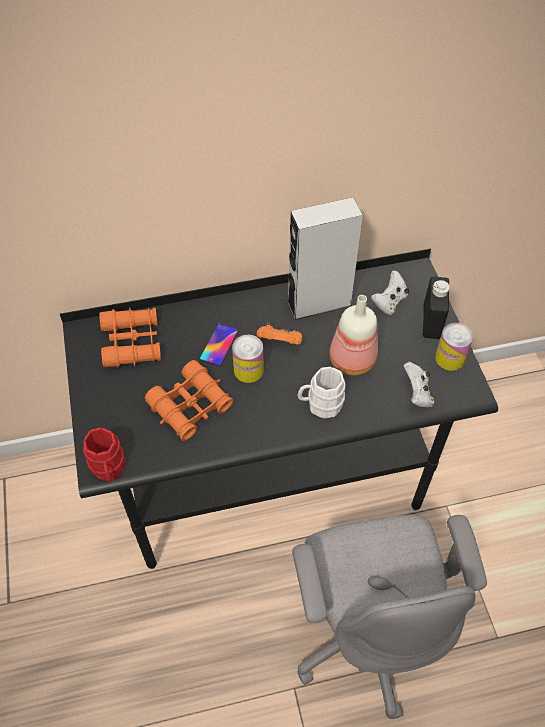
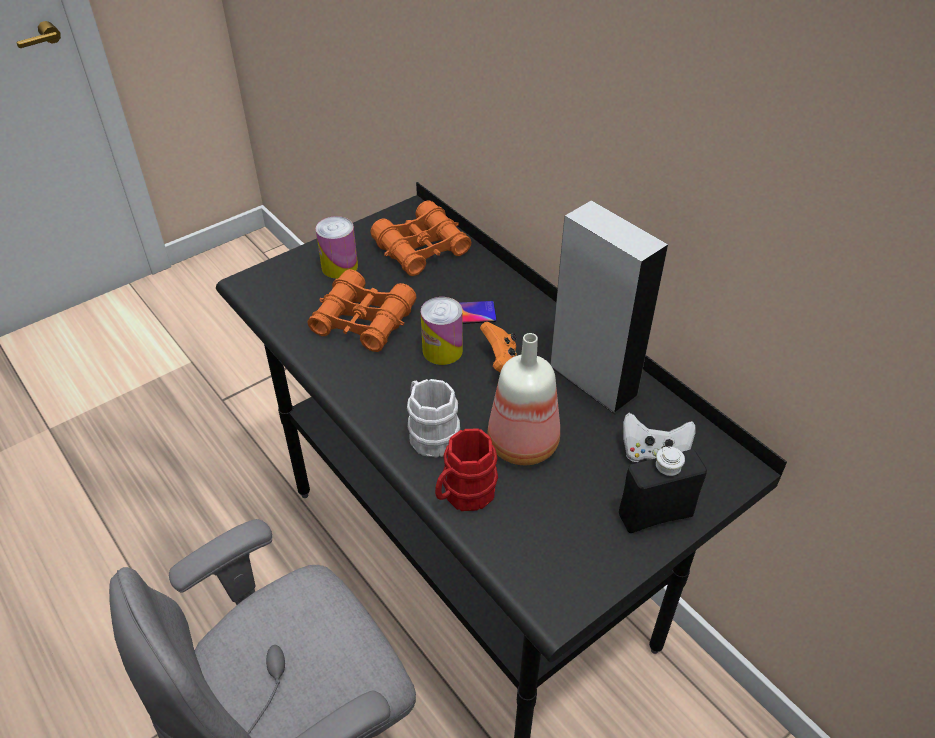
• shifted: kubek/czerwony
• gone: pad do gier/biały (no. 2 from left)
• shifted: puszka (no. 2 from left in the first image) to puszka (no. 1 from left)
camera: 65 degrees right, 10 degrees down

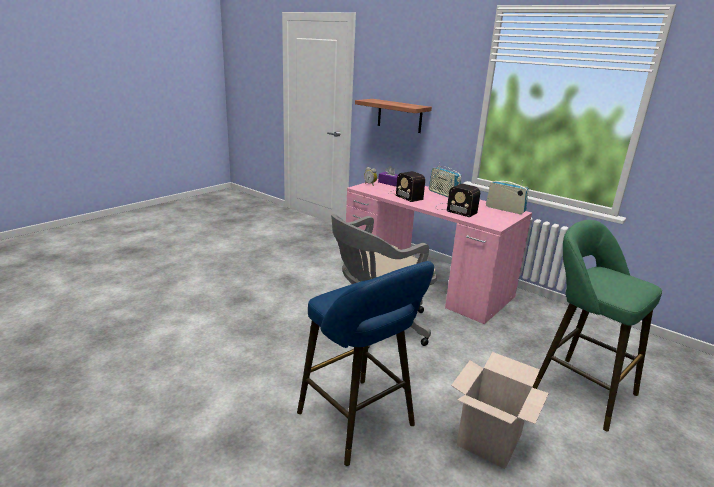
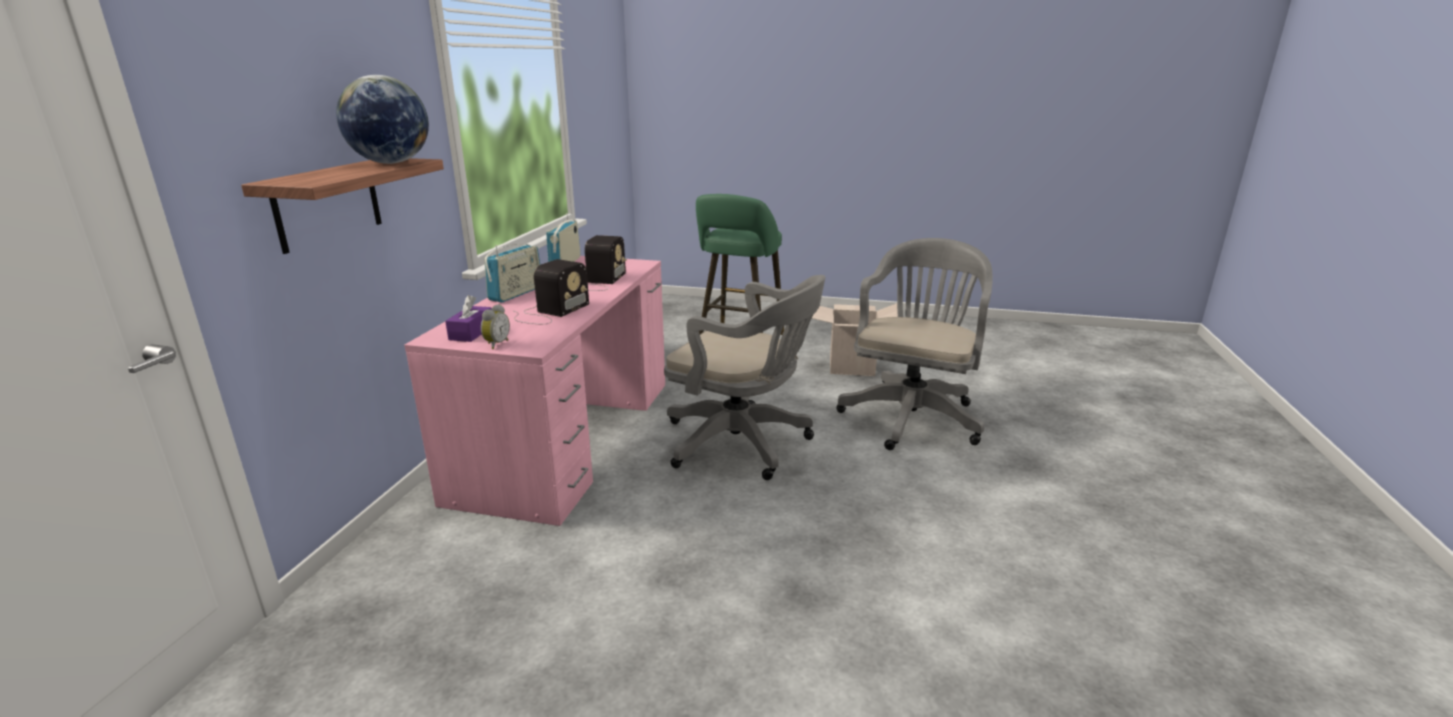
• swapped: stołek/niebieski to krzesło biurowe/szary (no. 2 from left)
• new: globus
camera: 115 degrees left, 0 degrees up

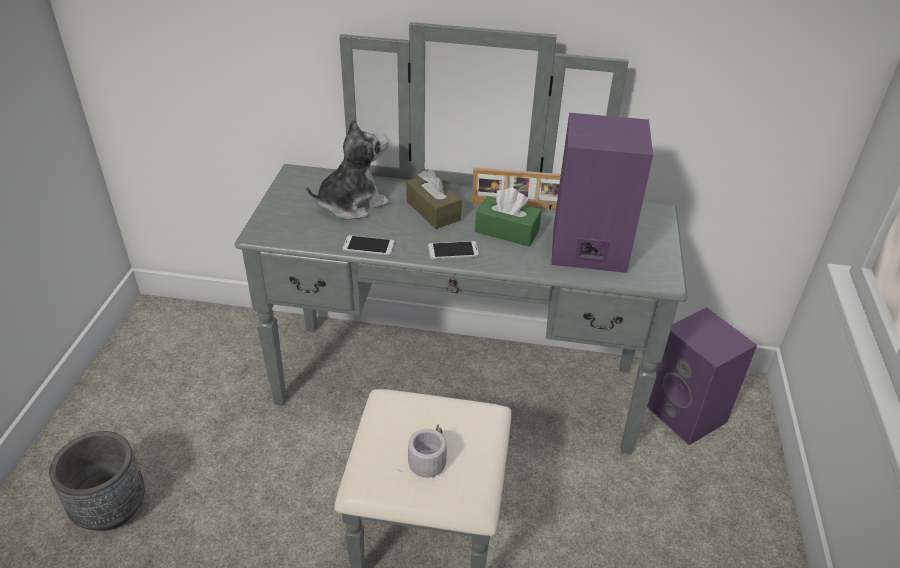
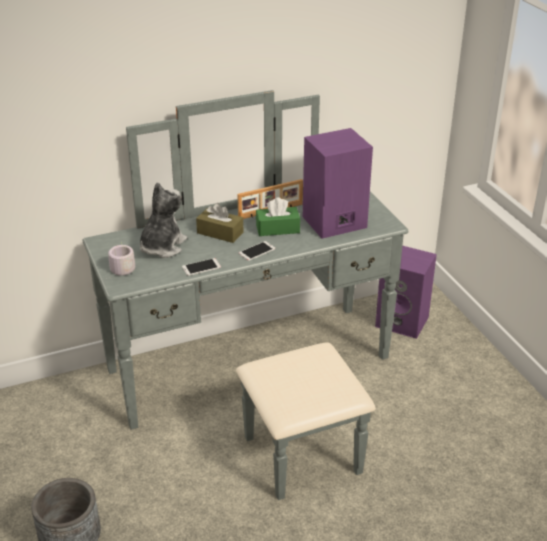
• shifted: kubek/szary
camera: 30 degrees left, 5 degrees down

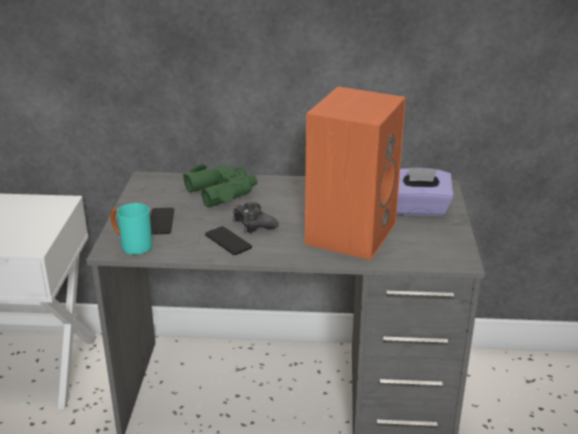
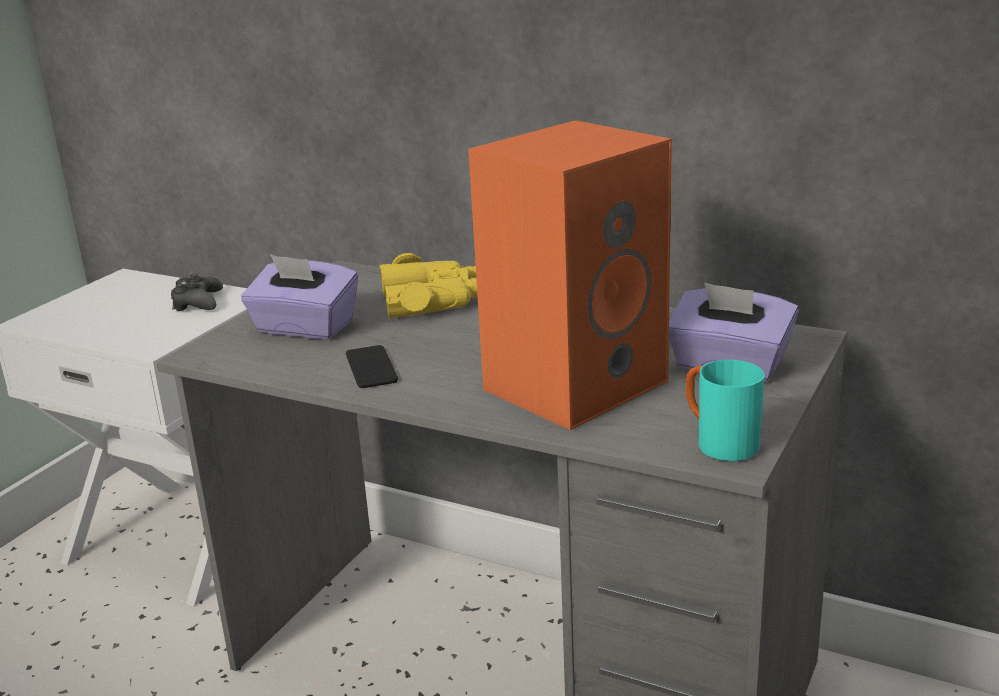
• shifted: kubek/turkusowy
• swapped: telefon (no. 1 from left) to pudełko chusteczek/fioletowy (no. 1 from left)
• repainted: lornetka/zielony to lornetka/żółty
• shifted: pad do gier/czarny
camera: 25 degrees right, 5 degrees down

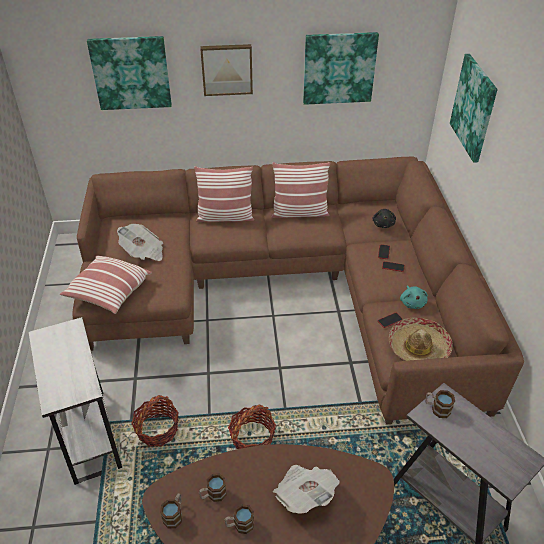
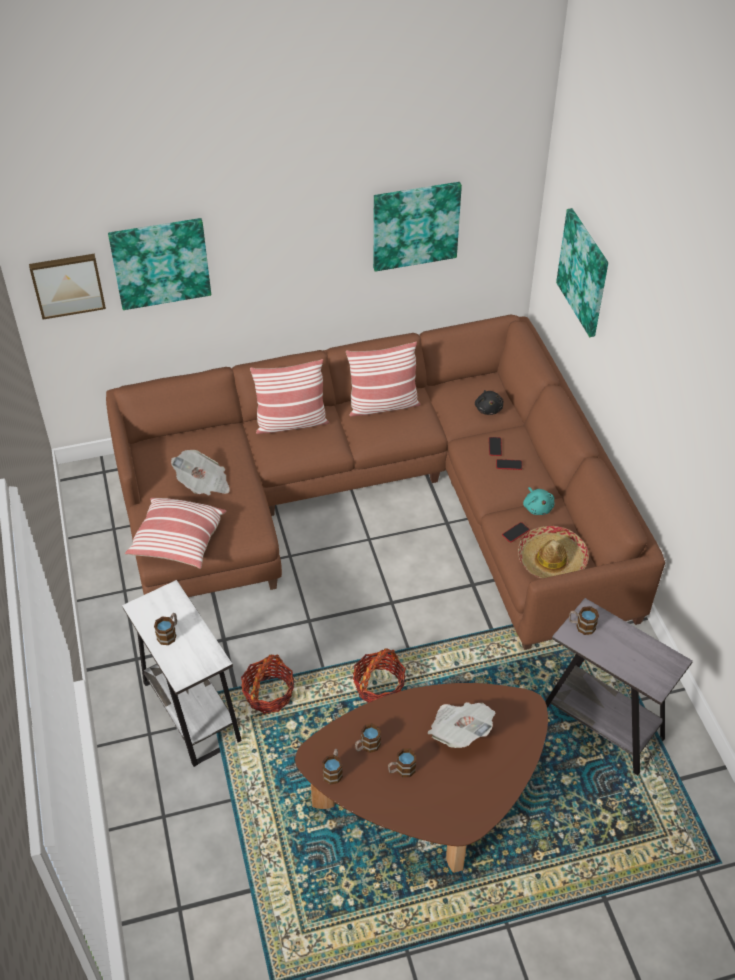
• shifted: obraz (no. 2 from left in the first image) to obraz (no. 1 from left)
• new: kubek (no. 1 from left)
camera: 10 degrees left, 5 degrees up

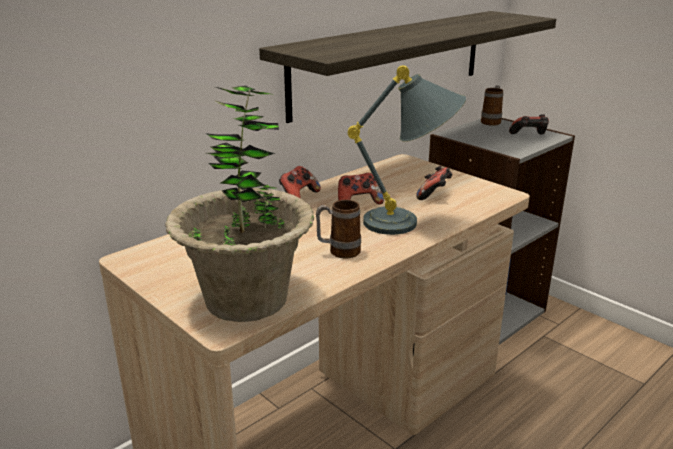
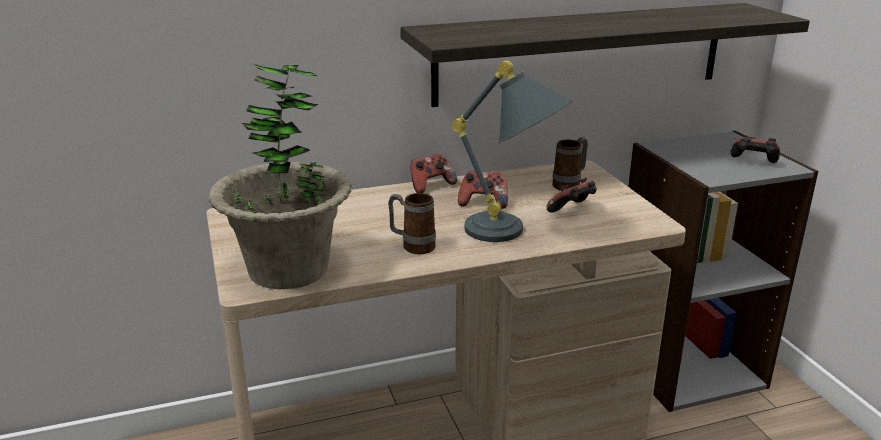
• shifted: kubek (no. 2 from left)
camera: 25 degrees right, 0 degrees up

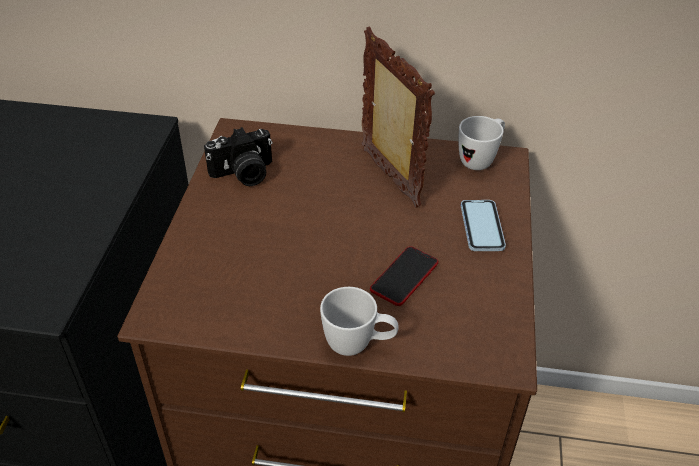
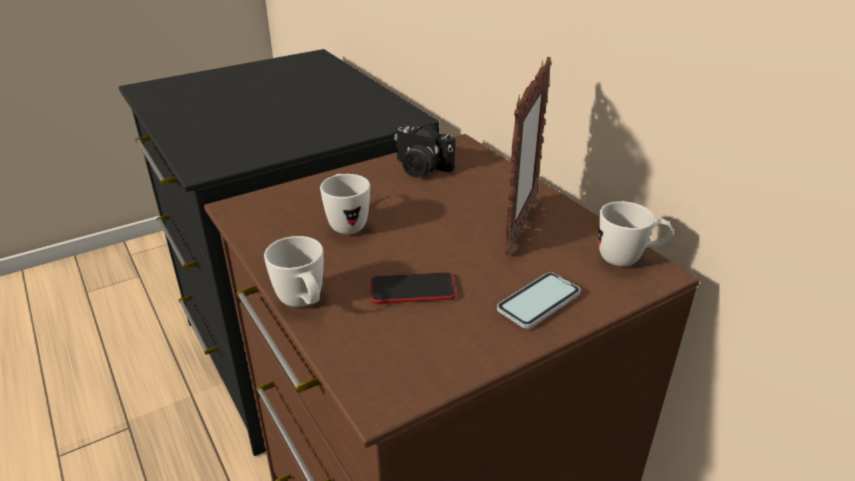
• new: kubek/biały (no. 2 from left)
camera: 50 degrees right, 10 degrees down

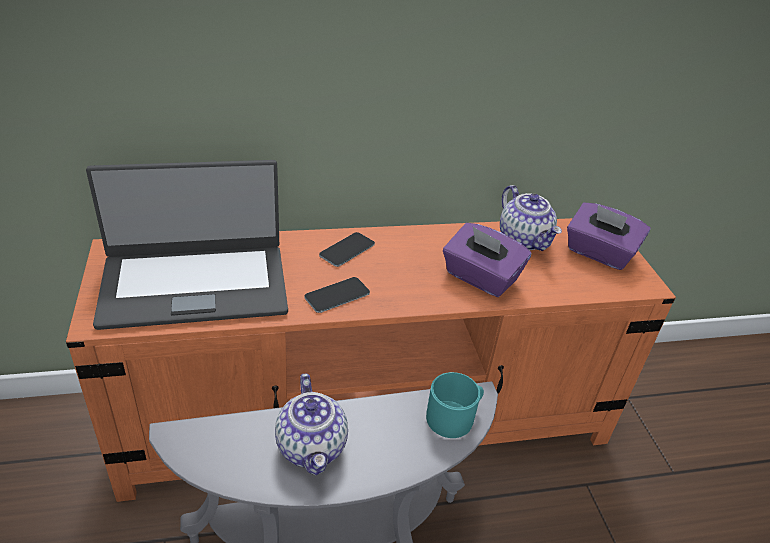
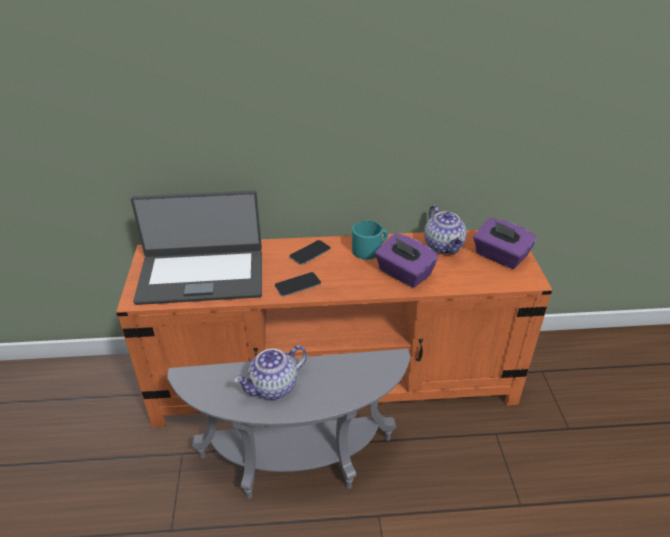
• rotated: imbryk (no. 1 from left) 60 degrees clockwise
• shifted: kubek/turkusowy
camera: 10 degrees right, 0 degrees up

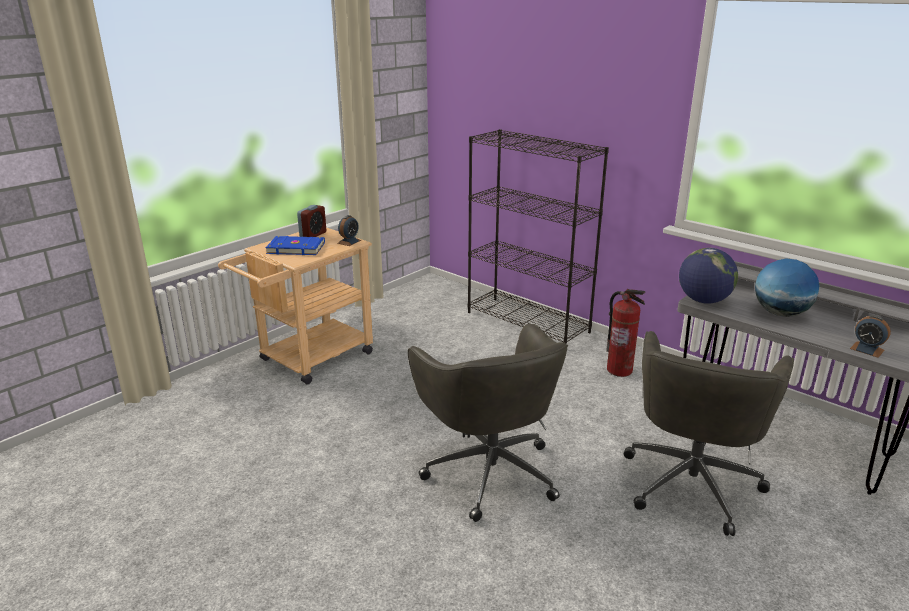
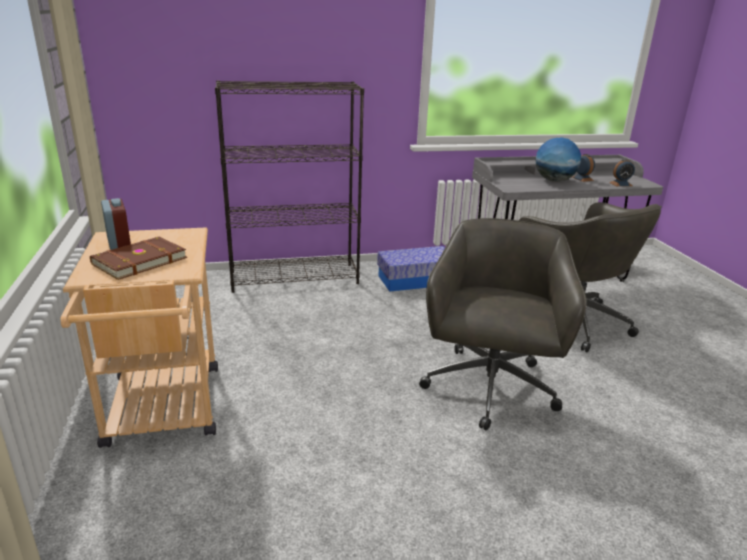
• repainted: książka/niebieski to książka/brązowy
• shifted: budzik (no. 2 from left)
• rotated: krzesło biurowe/szary (no. 1 from left) 90 degrees counterclockwise
• swapped: gaśnica to pojemnik do przechowywania
• gone: globus (no. 1 from left)
camera: 55 degrees left, 0 degrees up

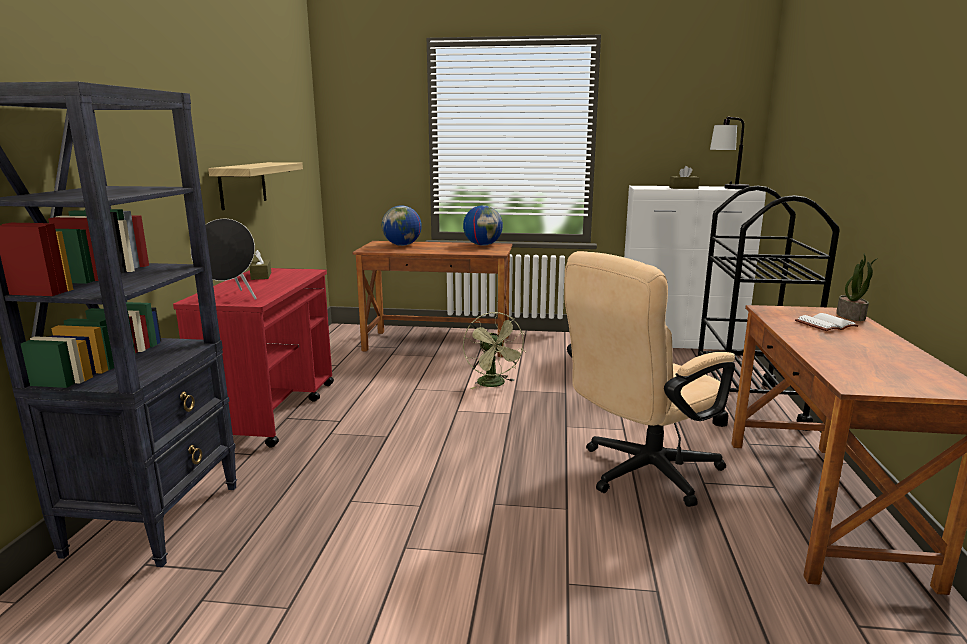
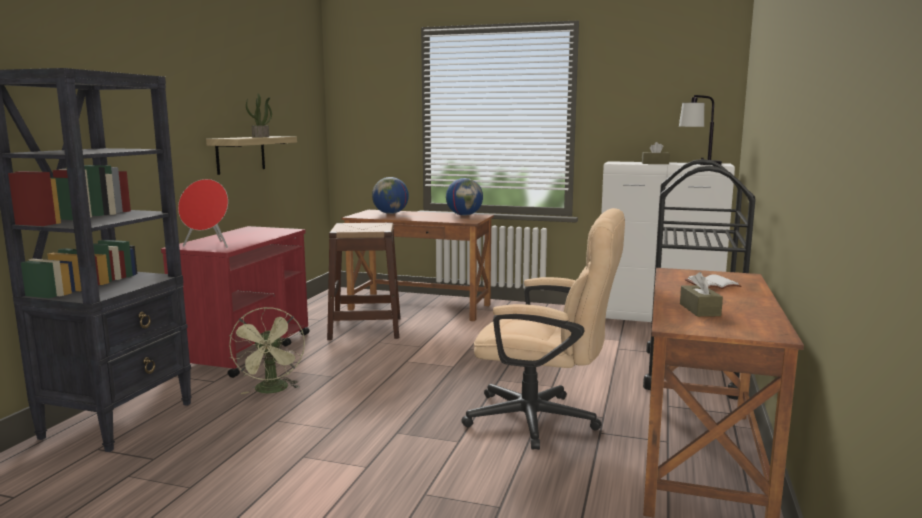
• repainted: głośnik/czarny to głośnik/czerwony
• shifted: pudełko chusteczek/brązowy (no. 1 from left in the first image) to pudełko chusteczek/brązowy (no. 2 from left)
• shifted: wentylator/zielony
• rotated: krzesło biurowe/beżowy 135 degrees counterclockwise
• shifted: roślina doniczkowa
• new: stołek/brązowy
camera: 10 degrees right, 5 degrees down

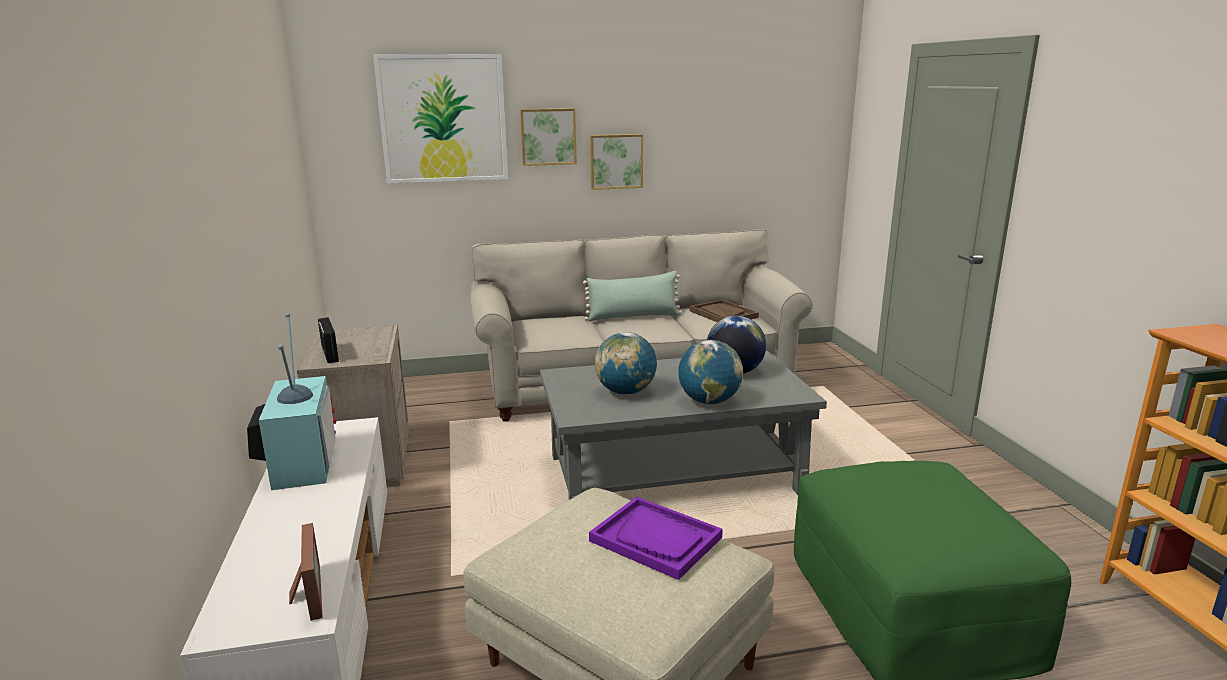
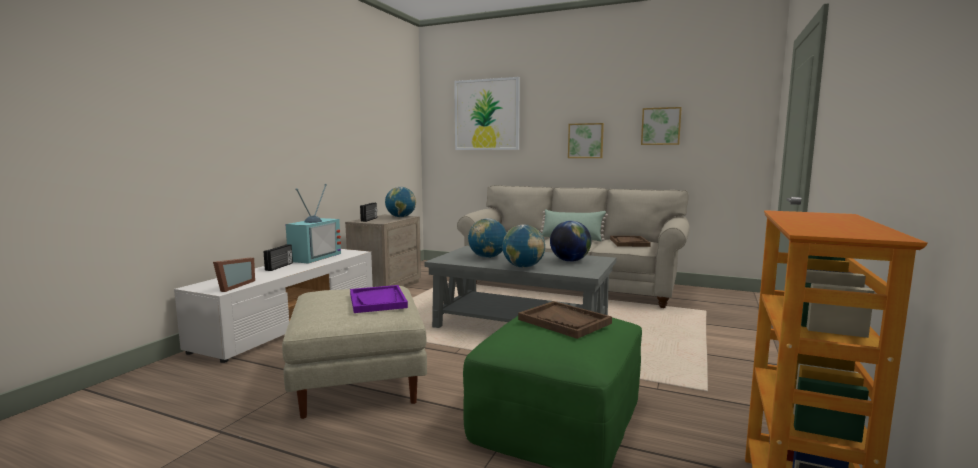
• shifted: obraz (no. 2 from left in the first image) to obraz (no. 3 from left)
• new: radio (no. 1 from left)
• new: globus (no. 1 from left)
• new: taca/brązowy (no. 1 from left)
camera: 35 degrees right, 10 degrees down

